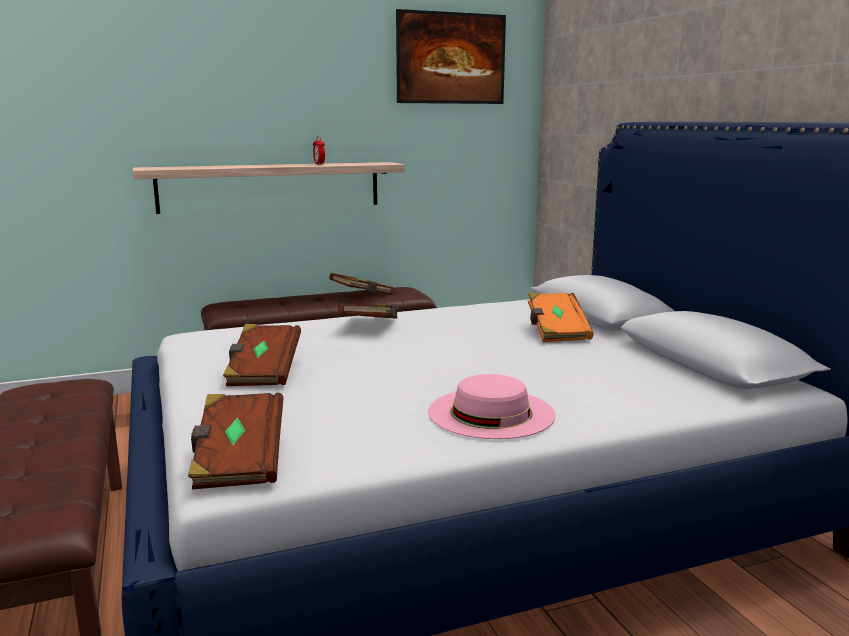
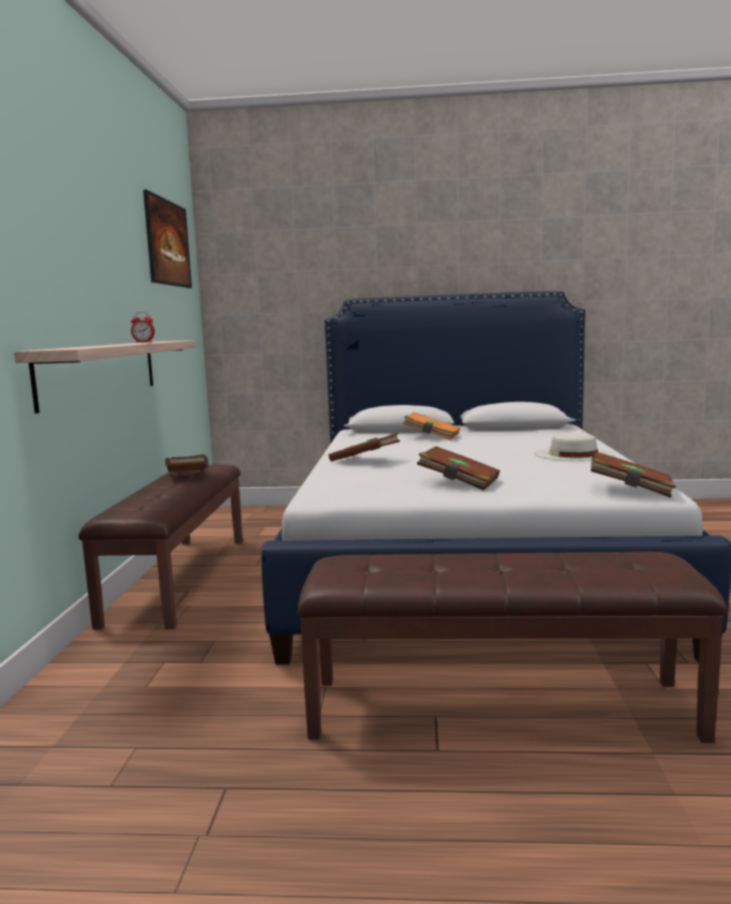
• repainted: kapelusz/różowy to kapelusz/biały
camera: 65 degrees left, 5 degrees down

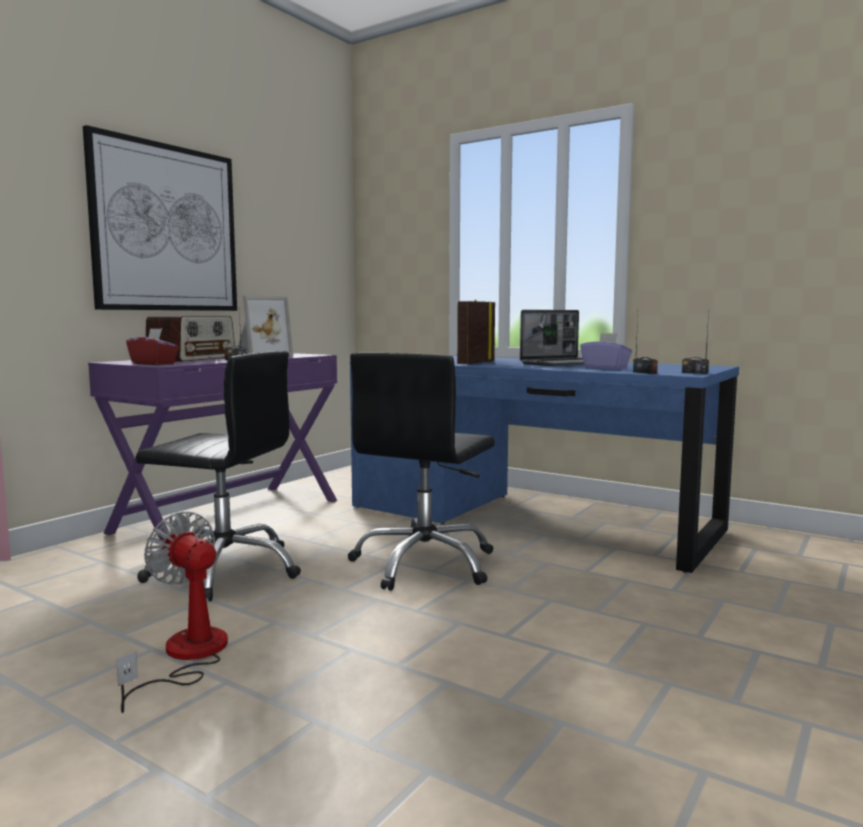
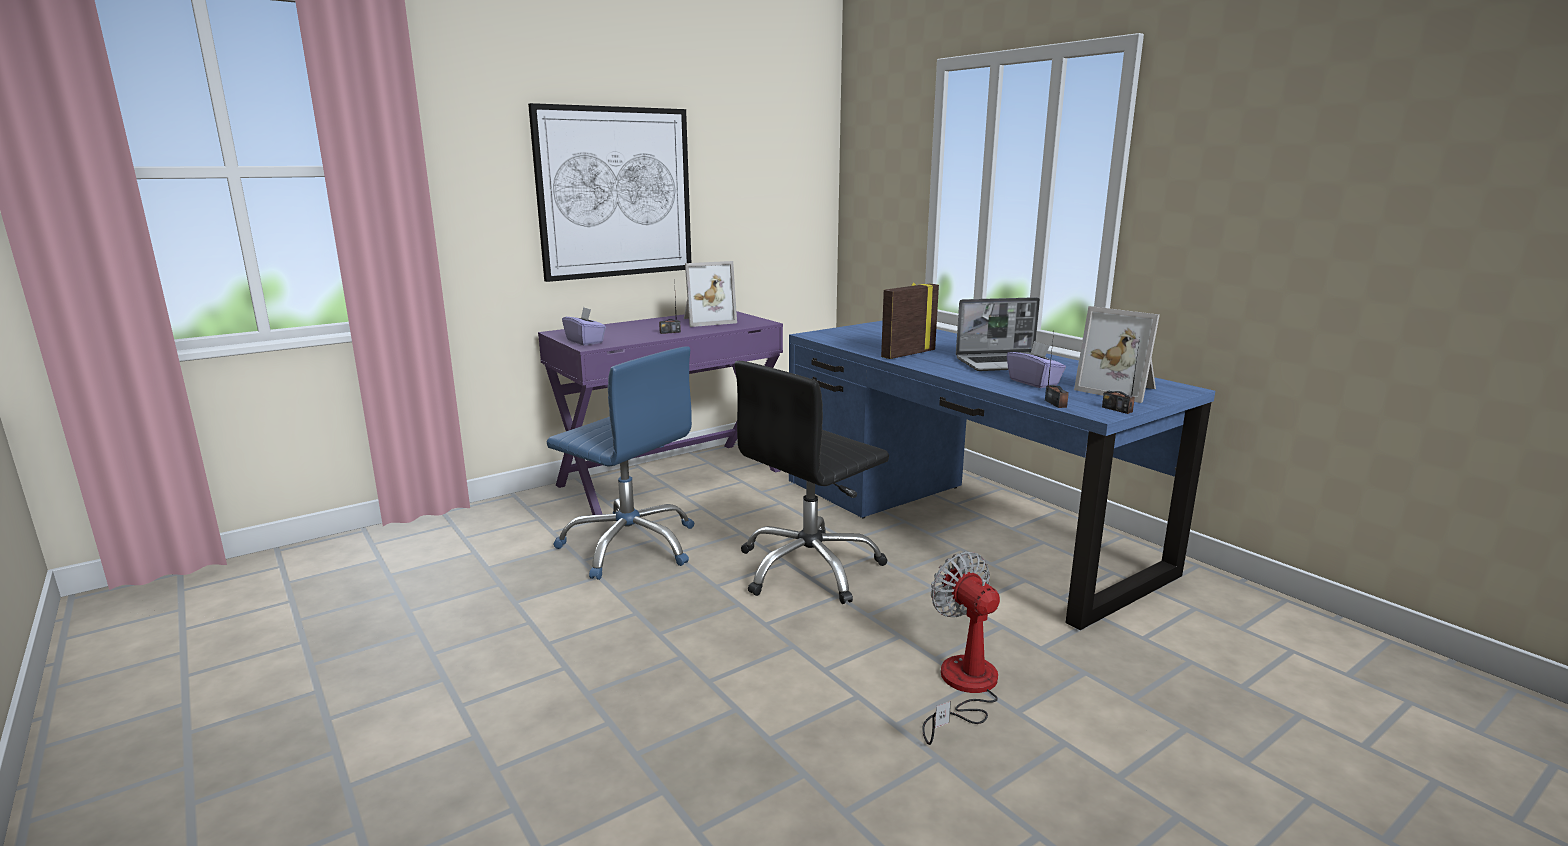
• shifted: wentylator
• repainted: pudełko chusteczek/czerwony to pudełko chusteczek/fioletowy (no. 1 from left)
• repainted: krzesło biurowe/czarny (no. 1 from left) to krzesło biurowe/niebieski
• gone: radio (no. 1 from left)
• new: ramka na zdjęcie (no. 3 from left)
camera: 20 degrees right, 10 degrees up

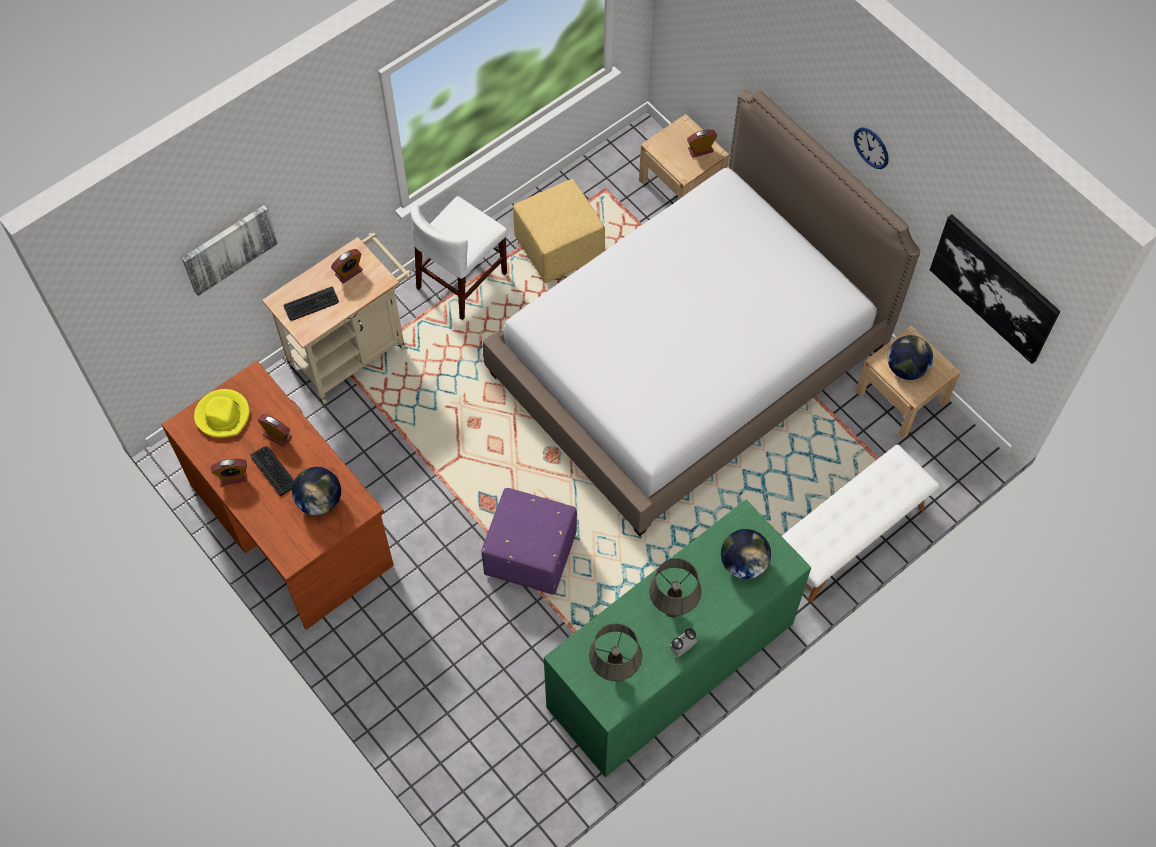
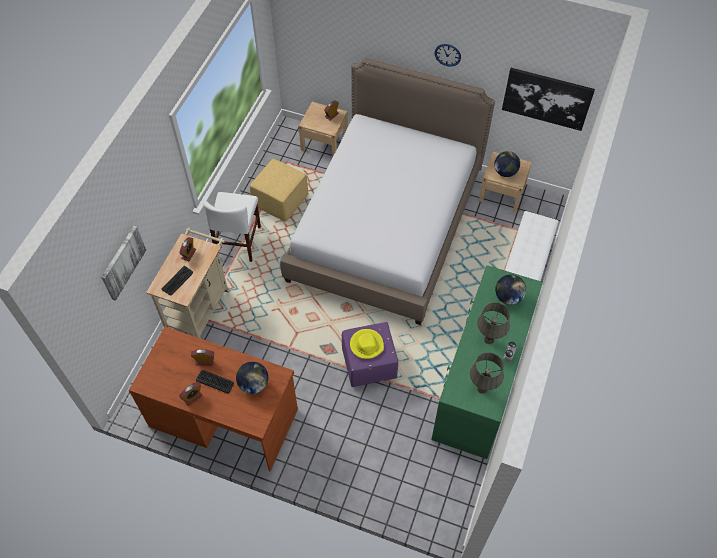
• shifted: kapelusz/żółty
camera: 30 degrees left, 5 degrees down

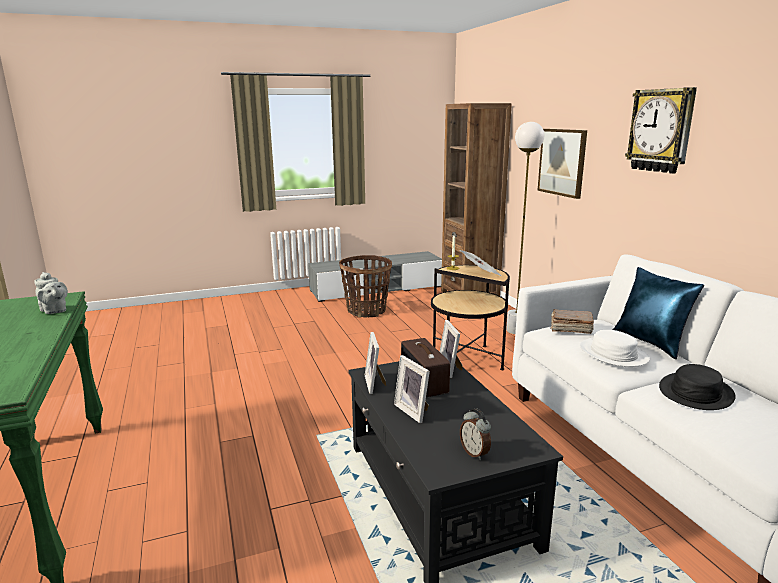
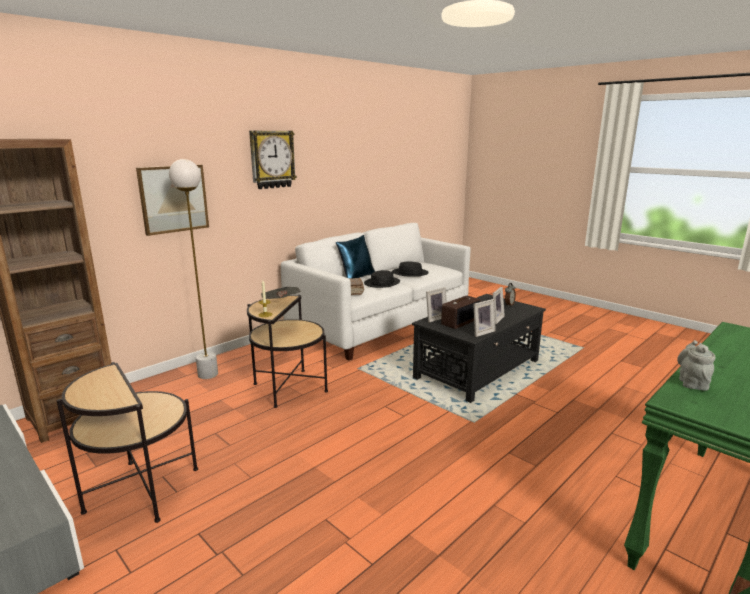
• swapped: koszyk to stolik (no. 1 from left)
• repainted: kapelusz/biały to kapelusz/czarny (no. 1 from left)
camera: 115 degrees left, 0 degrees up

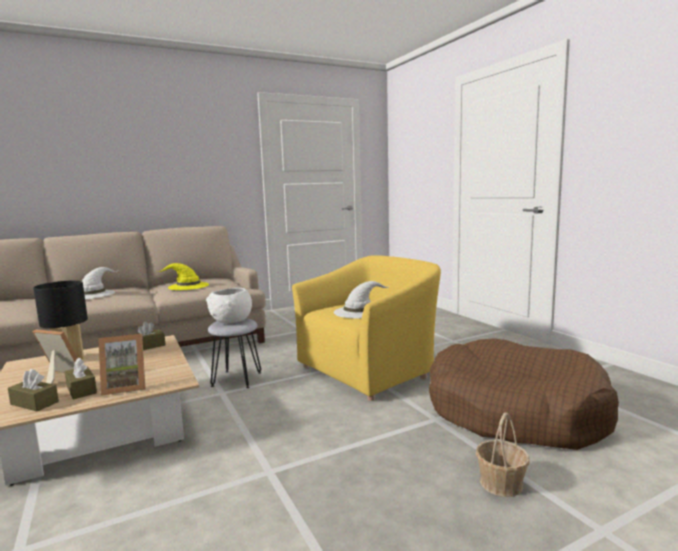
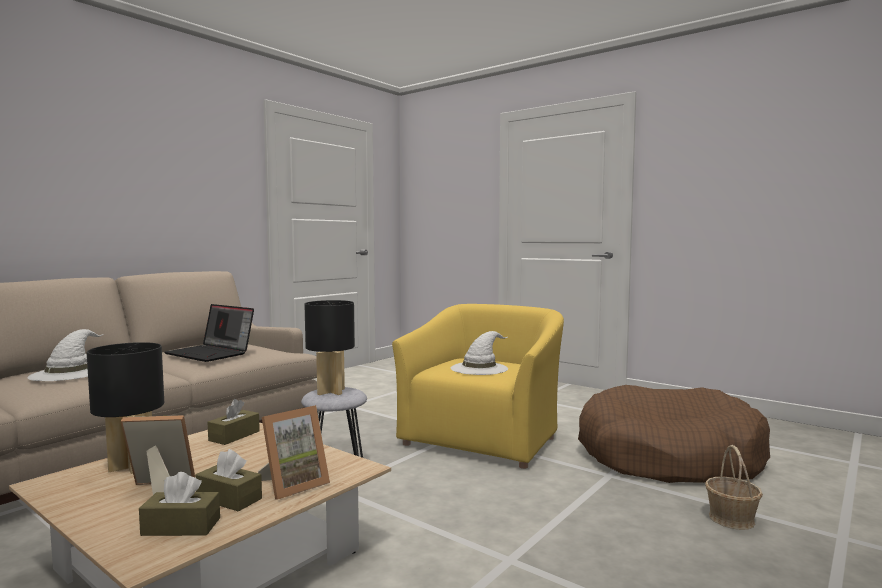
• swapped: kapelusz/żółty to laptop
• swapped: miska/biały to lampa stołowa/czarny (no. 2 from left)
camera: 25 degrees left, 5 degrees down

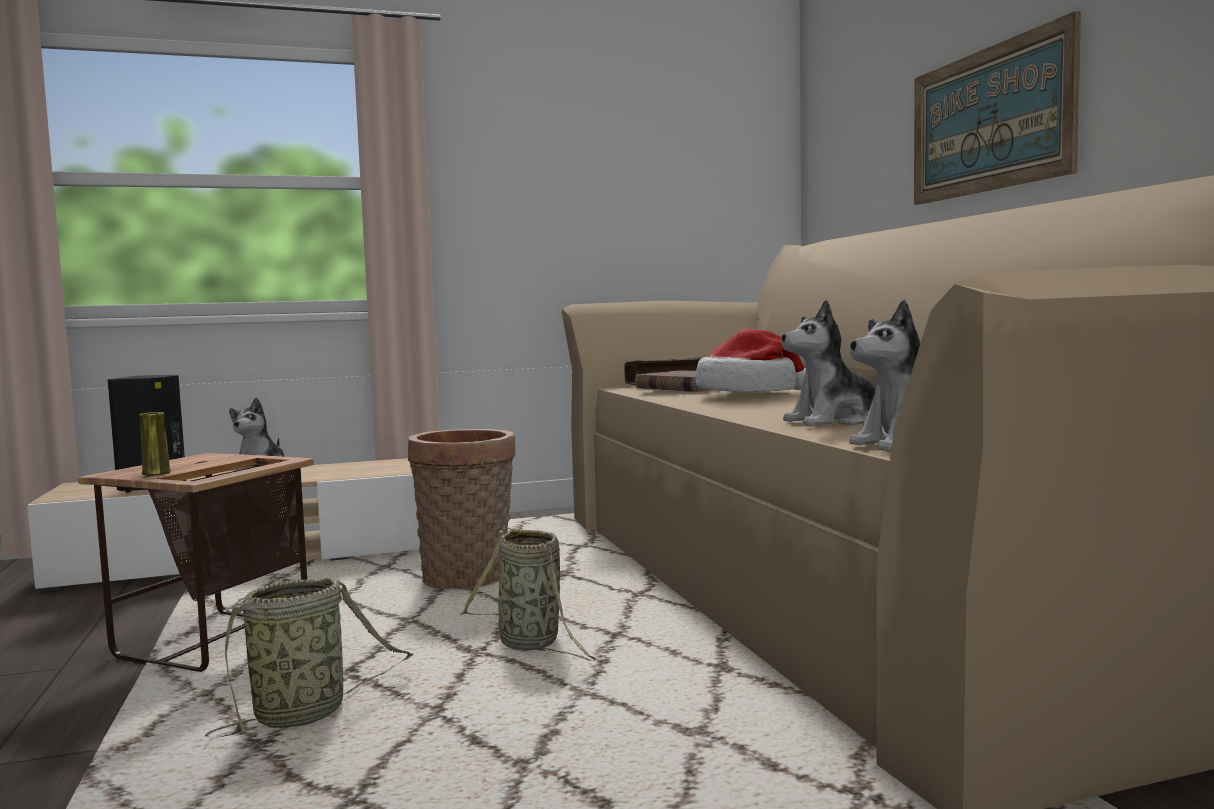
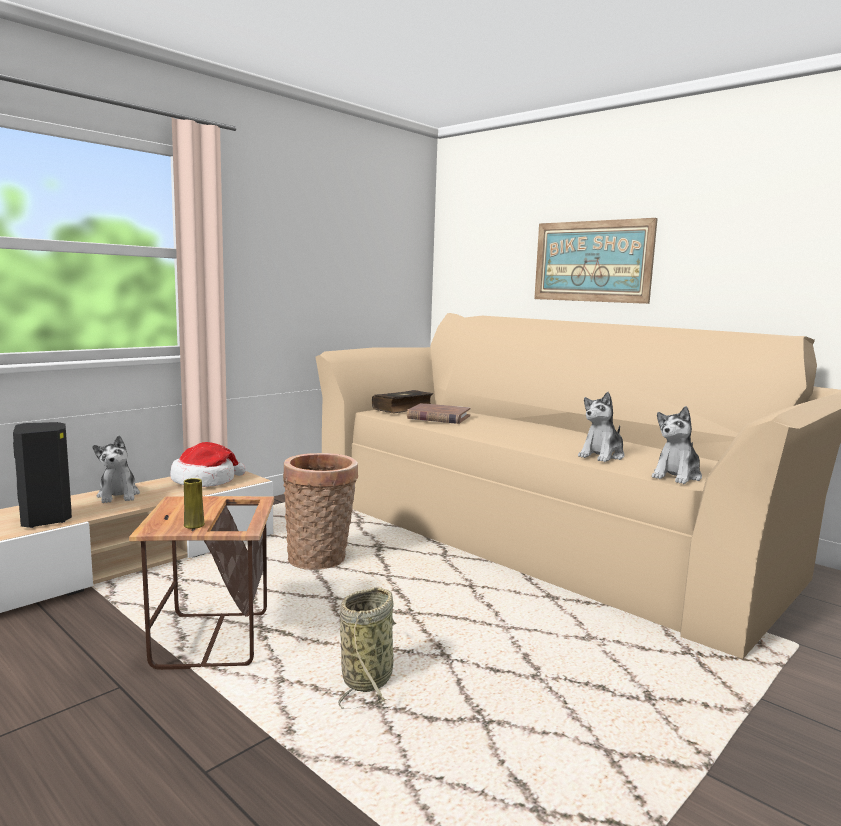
• gone: koszyk (no. 3 from left)
• shifted: kapelusz
camera: 30 degrees left, 5 degrees up

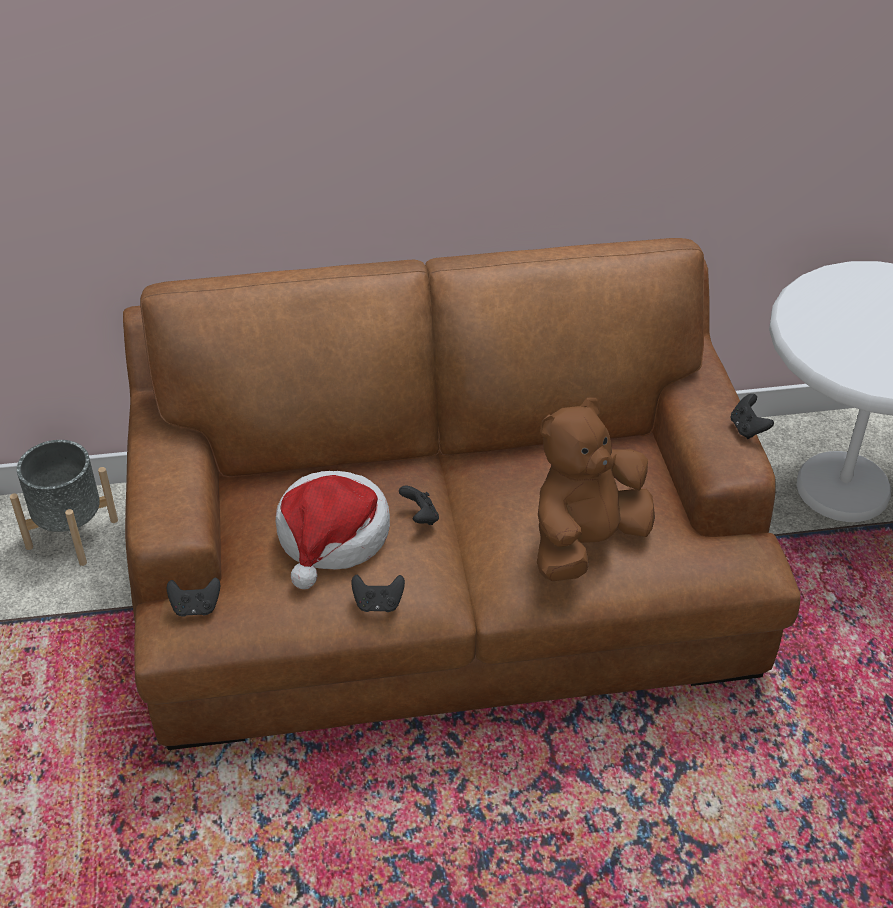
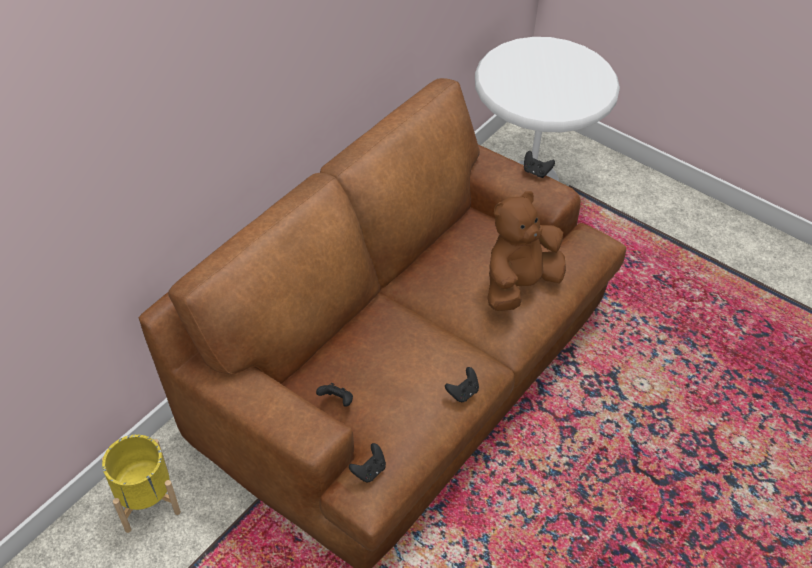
• repainted: donica/szary to donica/żółty
• gone: kapelusz
• shifted: pad do gier/czarny (no. 3 from left in the first image) to pad do gier/czarny (no. 1 from left)
• rotated: pluszak/brązowy 45 degrees clockwise
camera: 45 degrees left, 5 degrees up

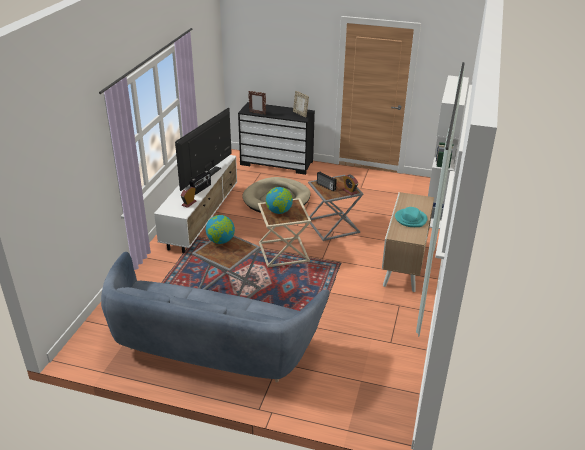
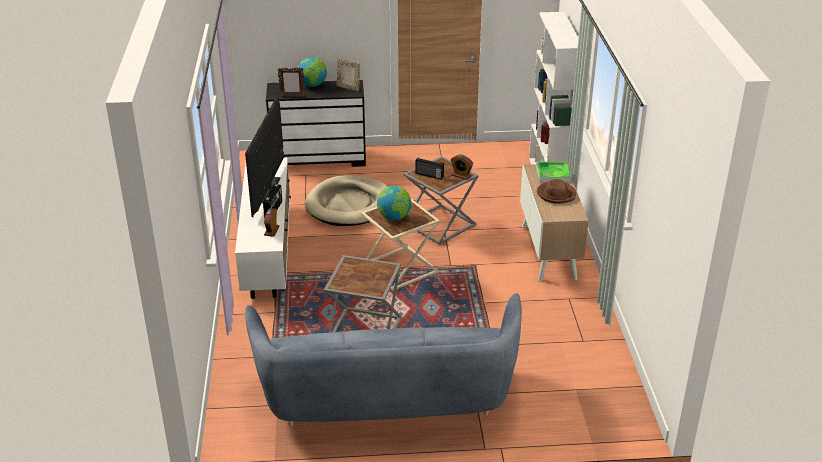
• shifted: globus (no. 1 from left)
• repainted: kapelusz/turkusowy to kapelusz/brązowy
• new: taca
camera: 20 degrees left, 0 degrees up

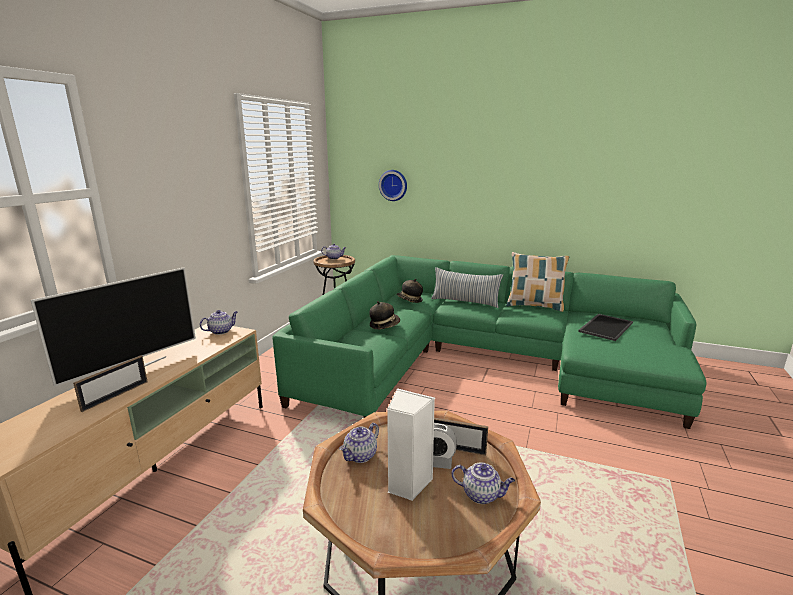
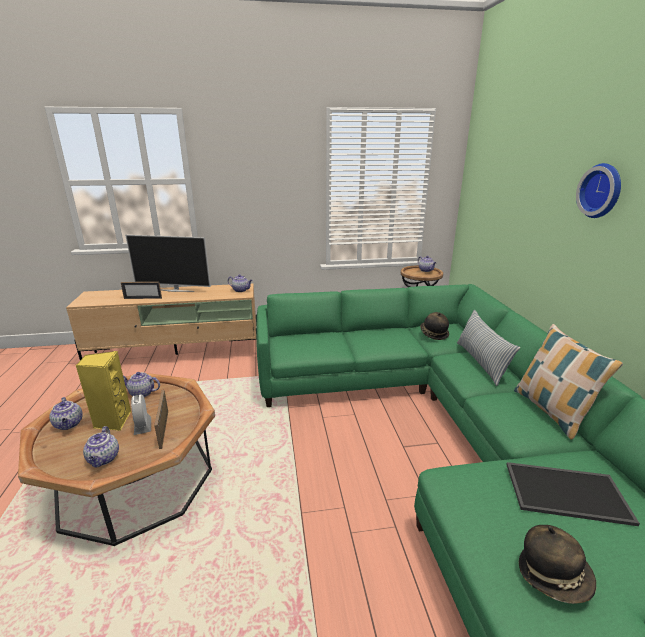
• shifted: kapelusz (no. 1 from left in the first image) to kapelusz (no. 2 from left)
• shifted: zegar ścienny
• repainted: głośnik/biały to głośnik/żółty
• new: imbryk (no. 1 from left)
camera: 60 degrees right, 5 degrees up

